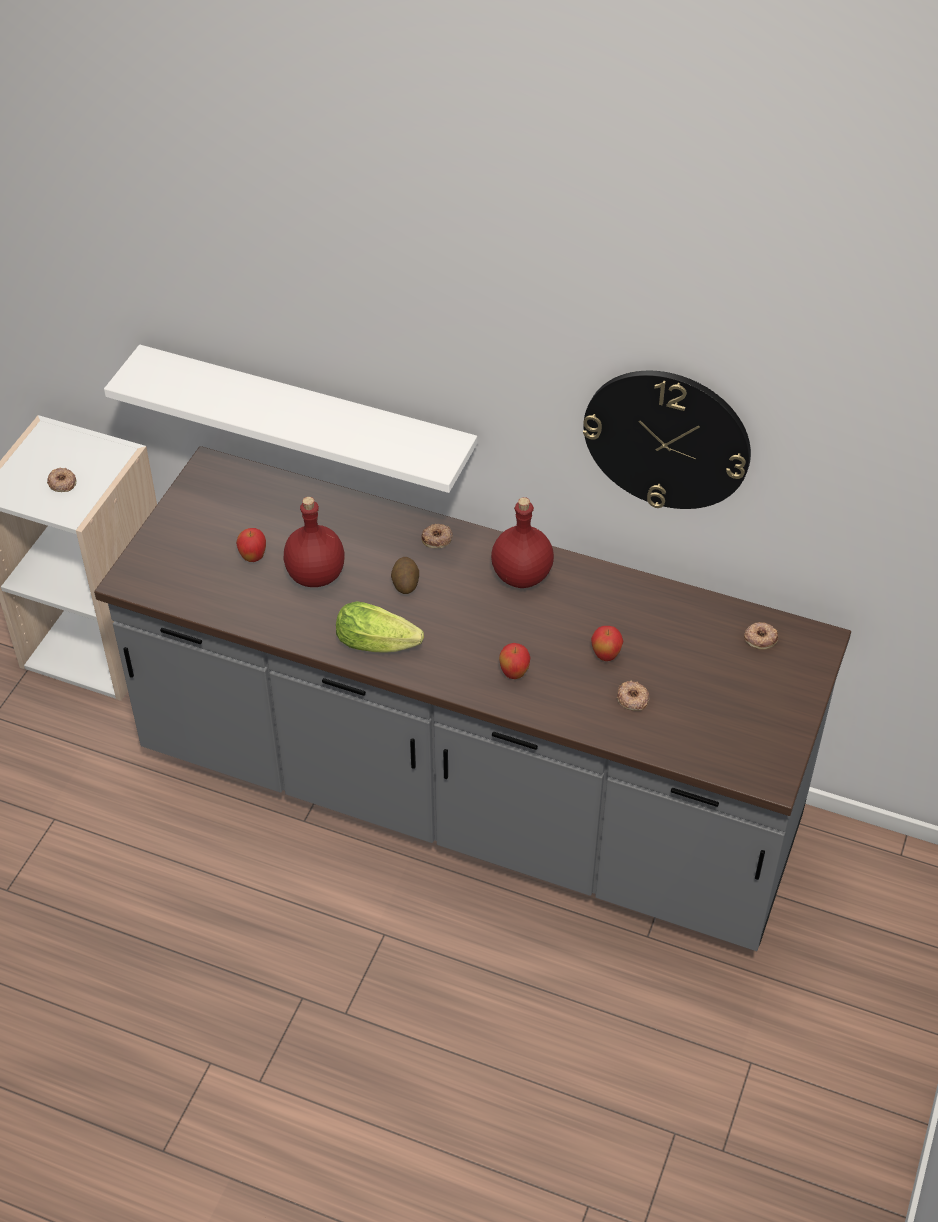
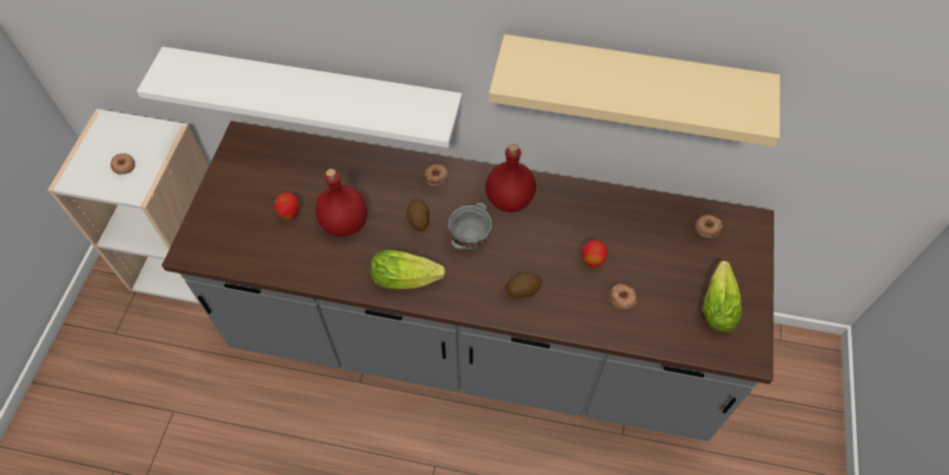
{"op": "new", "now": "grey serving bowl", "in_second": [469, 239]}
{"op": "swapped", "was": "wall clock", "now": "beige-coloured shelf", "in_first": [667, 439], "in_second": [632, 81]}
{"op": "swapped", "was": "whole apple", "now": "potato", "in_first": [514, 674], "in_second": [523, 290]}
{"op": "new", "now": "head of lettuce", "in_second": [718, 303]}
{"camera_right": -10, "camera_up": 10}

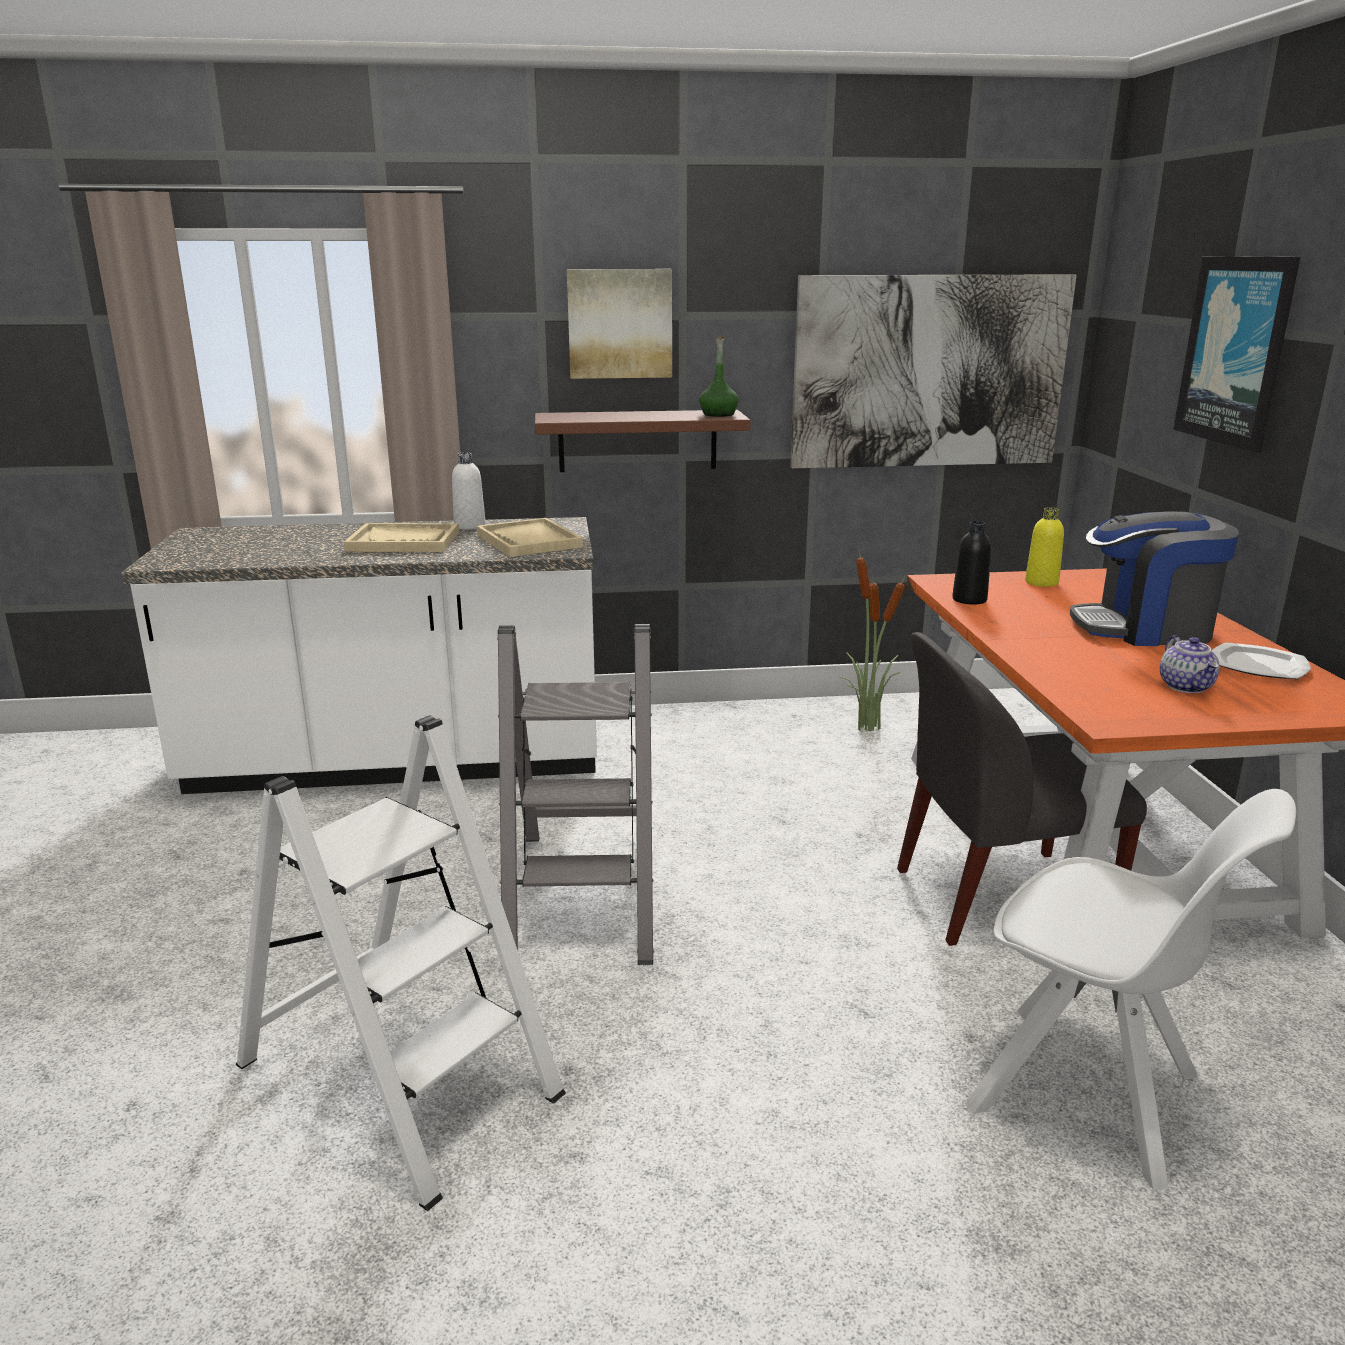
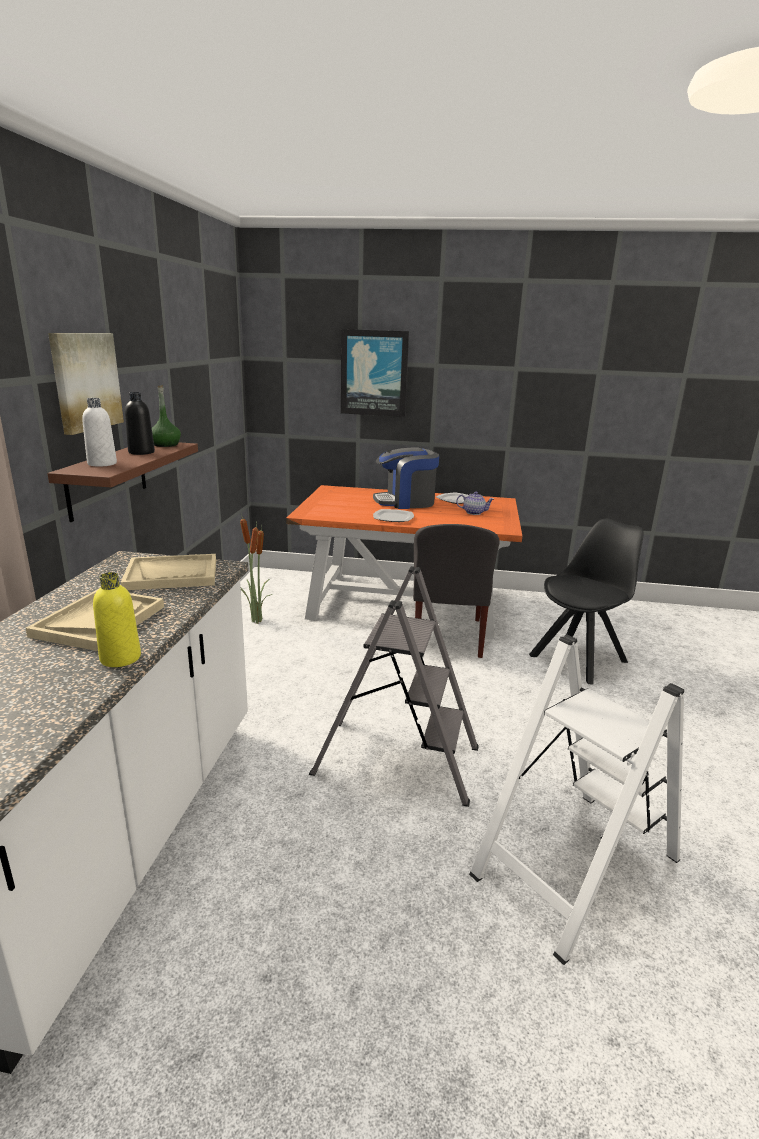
{"op": "shifted", "was": "white-coloured bottle", "in_first": [469, 526], "in_second": [102, 464]}
{"op": "shifted", "was": "yellow bottle", "in_first": [1041, 582], "in_second": [120, 658]}
{"op": "shifted", "was": "black-coloured bottle", "in_first": [969, 600], "in_second": [141, 452]}
{"op": "rotated", "was": "coffee maker", "in_first": [1145, 629], "in_second": [405, 502], "clockwise": 60}
{"op": "new", "now": "plate", "in_second": [393, 517]}
{"op": "repainted", "was": "white-coloured chair", "now": "black-coloured chair", "in_first": [1089, 1094], "in_second": [579, 658]}
{"op": "gone", "was": "wall picture", "in_first": [929, 372]}
{"camera_right": -75, "camera_up": 0}

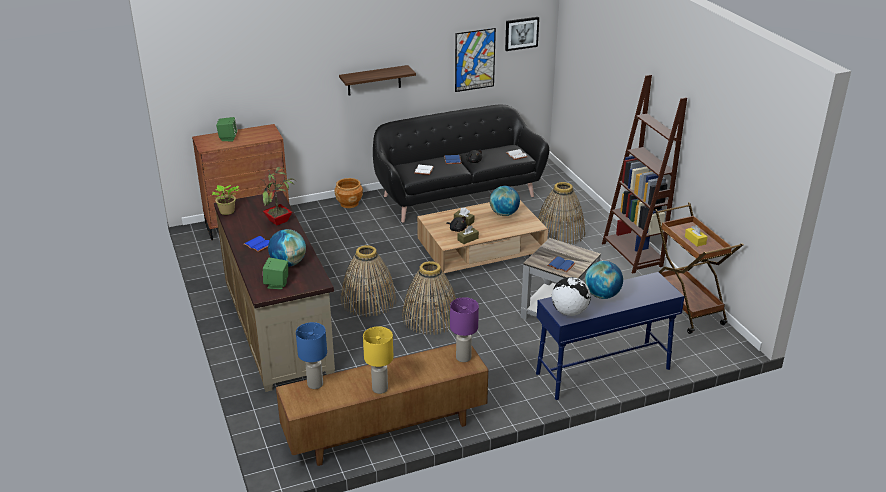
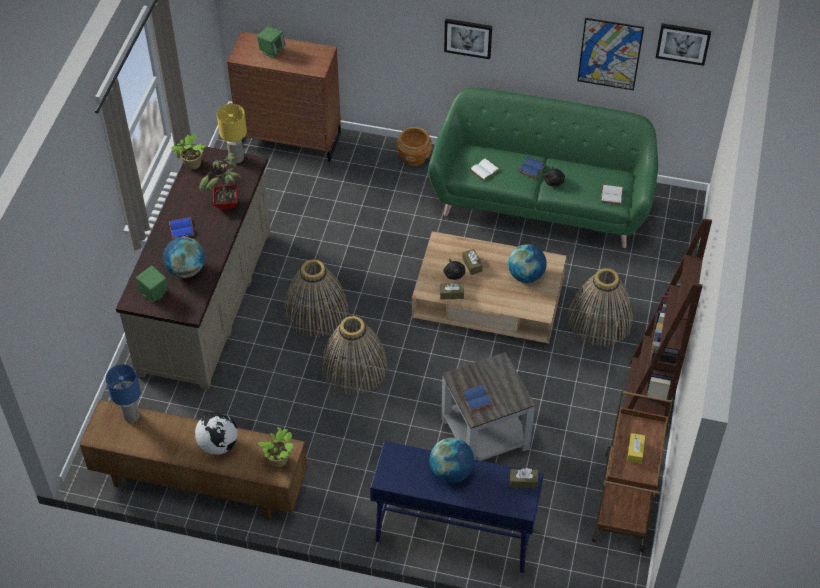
{"op": "shifted", "was": "world globe", "in_first": [569, 312], "in_second": [218, 444]}
{"op": "shifted", "was": "yellow lamp for a table", "in_first": [379, 388], "in_second": [236, 158]}
{"op": "swapped", "was": "purplish lamp for a table", "now": "plant in a pot", "in_first": [463, 358], "in_second": [279, 460]}
{"op": "repainted", "was": "black-coloured settee", "now": "green settee", "in_first": [457, 195], "in_second": [541, 202]}
{"op": "swapped", "was": "shelf", "now": "wall picture", "in_first": [374, 80], "in_second": [468, 37]}
{"op": "new", "now": "brown tissue holder", "in_second": [523, 481]}
{"camera_right": 35, "camera_up": 20}

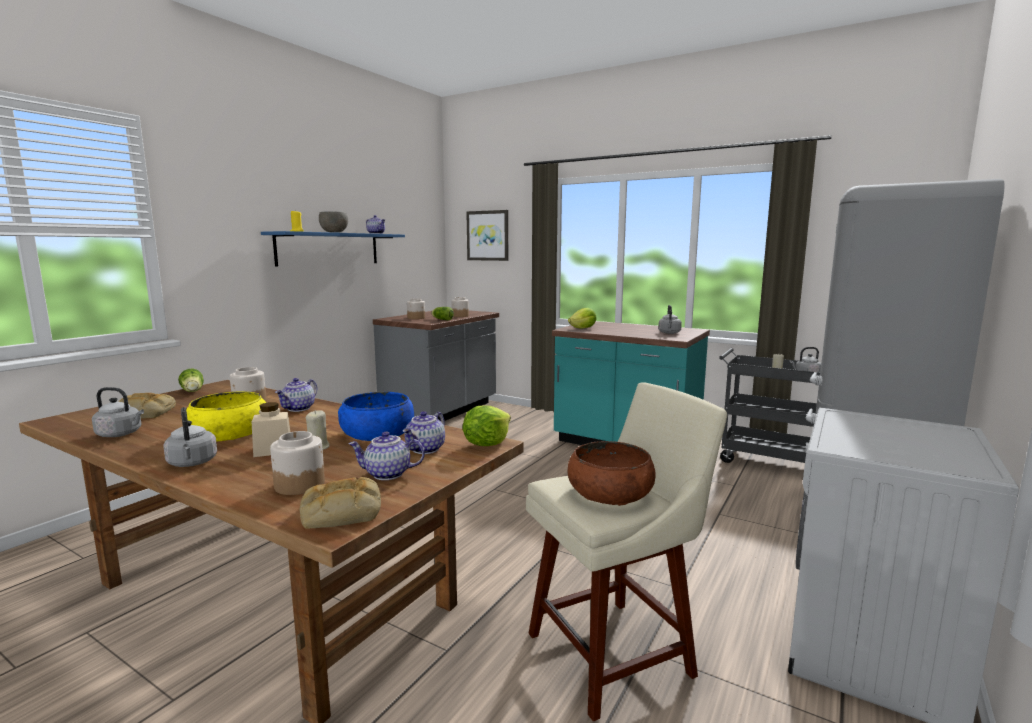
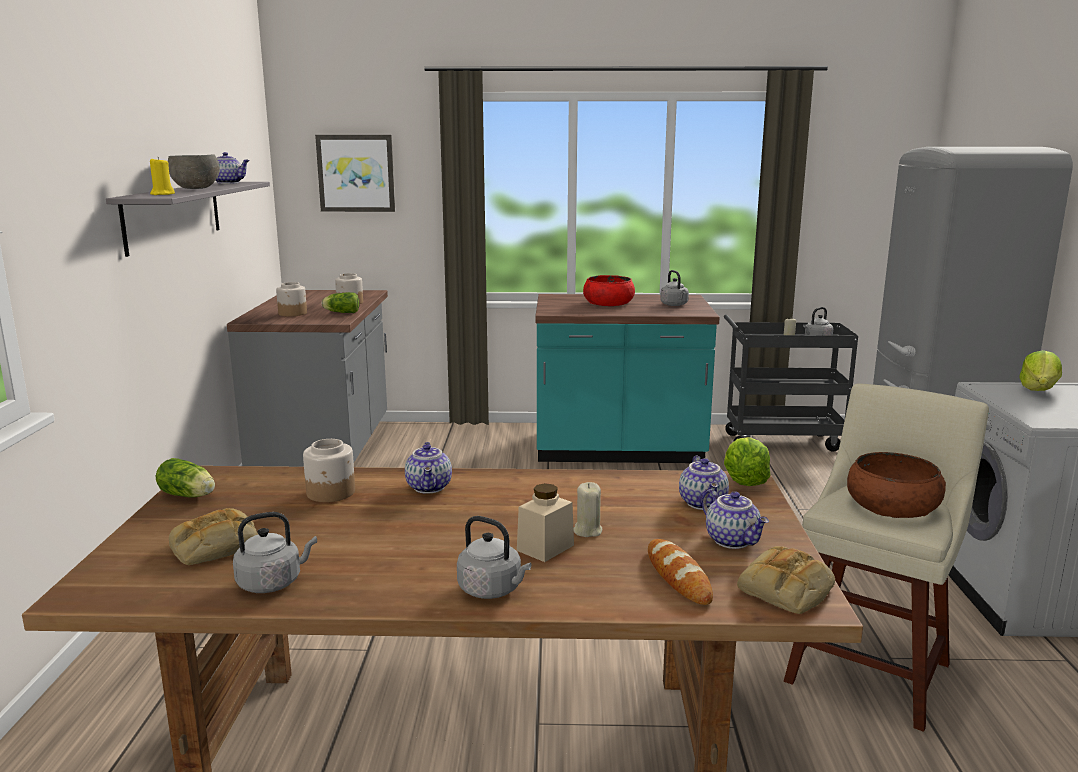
{"op": "repainted", "was": "blue-coloured shelf", "now": "grey shelf", "in_first": [329, 249], "in_second": [173, 215]}
{"op": "new", "now": "reddish serving bowl", "in_second": [608, 303]}
{"op": "swapped", "was": "preserve jar", "now": "baked bread", "in_first": [299, 485], "in_second": [678, 576]}
{"op": "rotated", "was": "tea pot", "in_first": [387, 474], "in_second": [733, 540], "clockwise": -90}
{"op": "shifted", "was": "head of lettuce", "in_first": [583, 328], "in_second": [1038, 390]}
{"op": "gone", "was": "yellow serving bowl", "in_first": [229, 433]}
{"op": "gone", "was": "blue-coloured serving bowl", "in_first": [377, 434]}
{"camera_right": -30, "camera_up": 5}

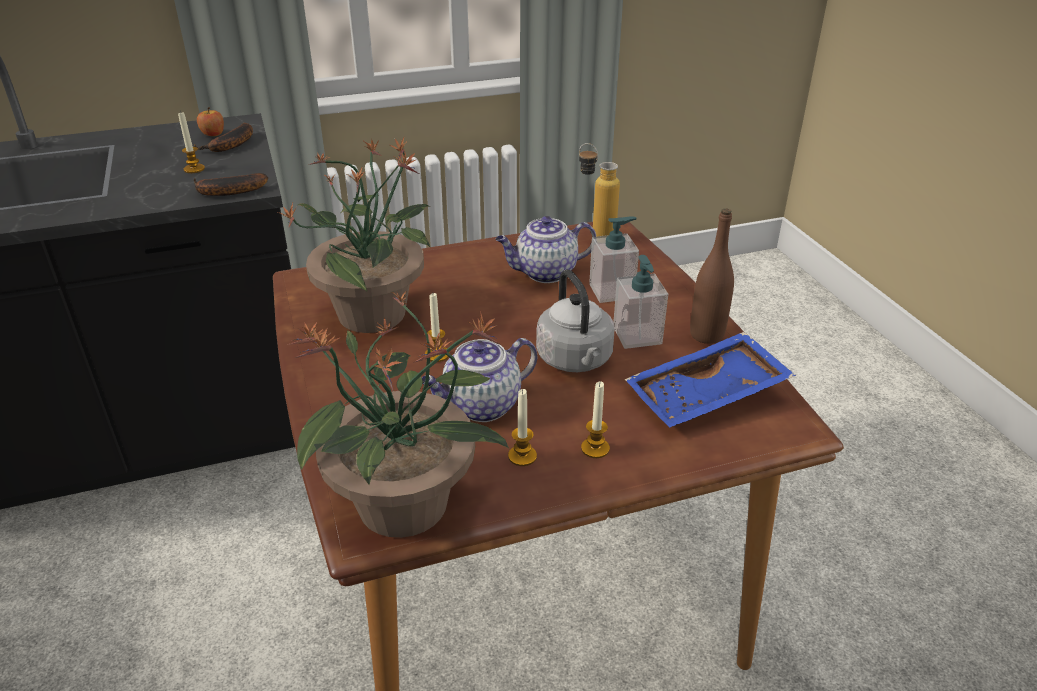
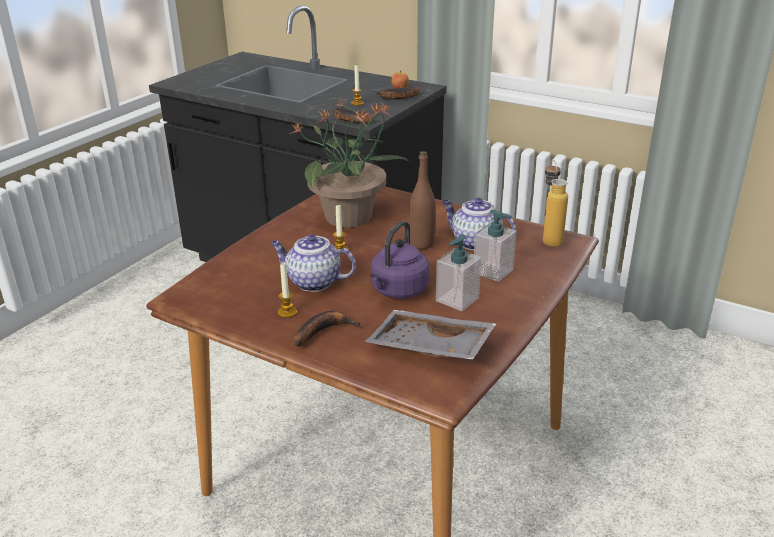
{"op": "swapped", "was": "candle", "now": "banana fruit", "in_first": [595, 448], "in_second": [323, 331]}
{"op": "repainted", "was": "blue-coloured tray", "now": "grey tray", "in_first": [707, 396], "in_second": [429, 348]}
{"op": "repainted", "was": "grey tea kettle", "now": "purplish tea kettle", "in_first": [576, 360], "in_second": [398, 291]}
{"op": "shifted", "was": "brown bottle", "in_first": [706, 335], "in_second": [422, 244]}
{"op": "gone", "was": "plant in a pot", "in_first": [406, 505]}
{"camera_right": 50, "camera_up": -5}

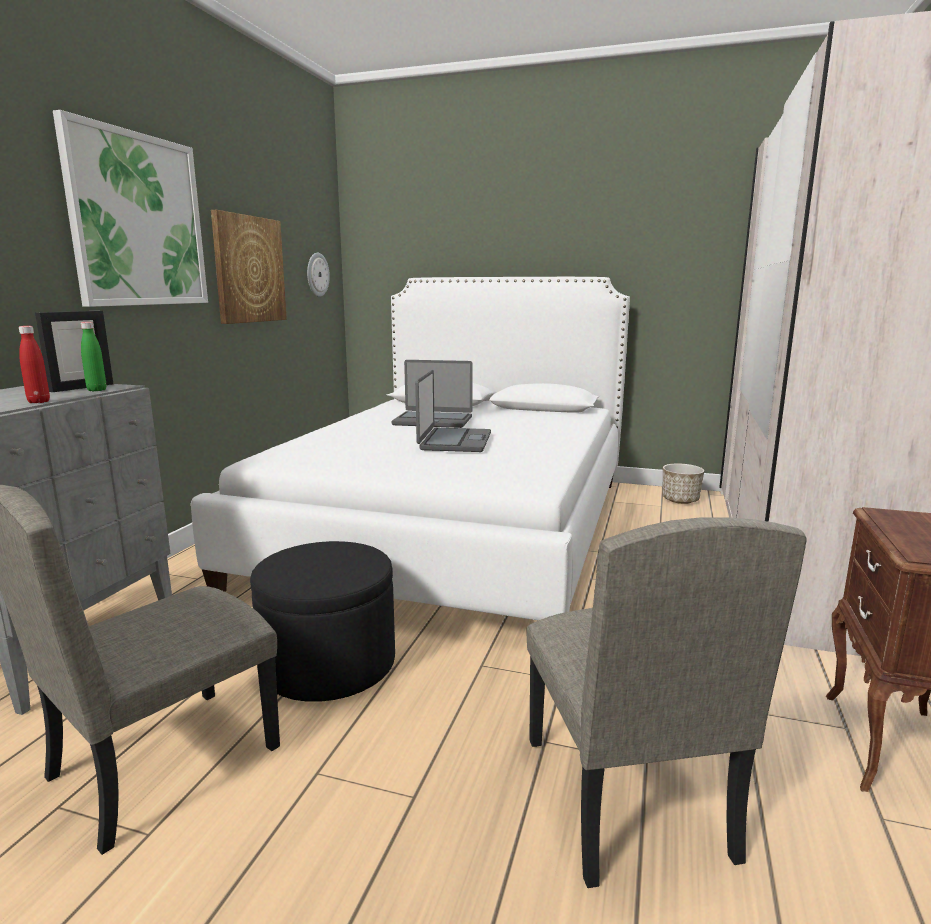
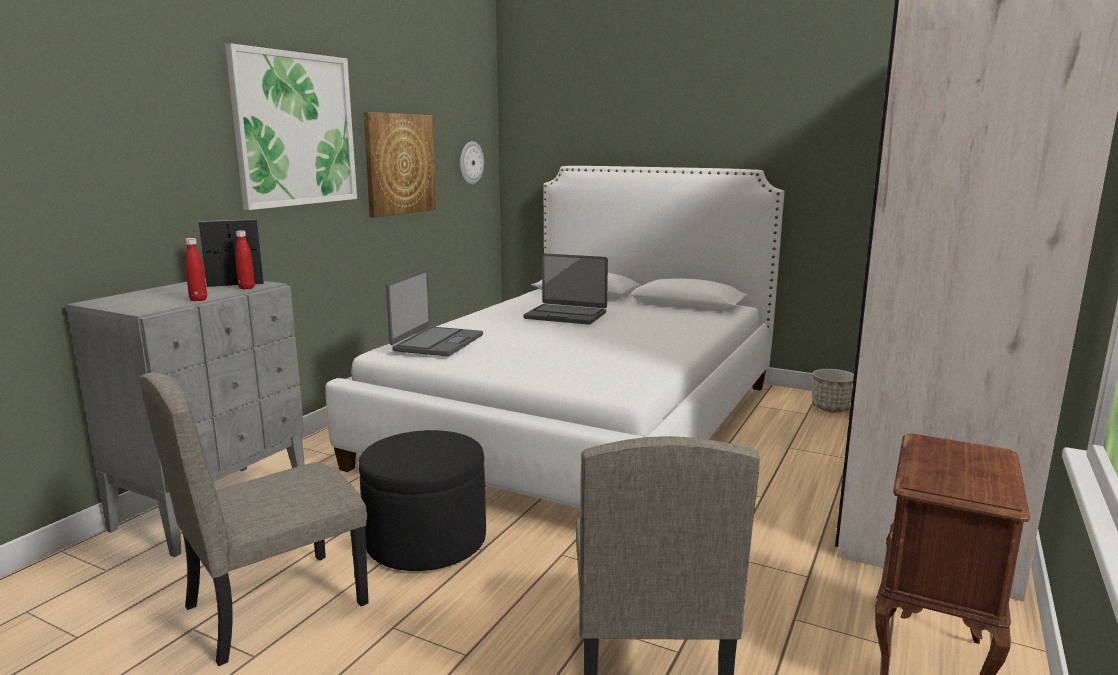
{"op": "rotated", "was": "photo frame", "in_first": [81, 387], "in_second": [235, 284], "clockwise": -150}
{"op": "repainted", "was": "green bottle", "now": "reddish bottle", "in_first": [97, 390], "in_second": [247, 288]}
{"op": "shifted", "was": "laptop", "in_first": [454, 441], "in_second": [437, 343]}
{"camera_right": 10, "camera_up": 0}

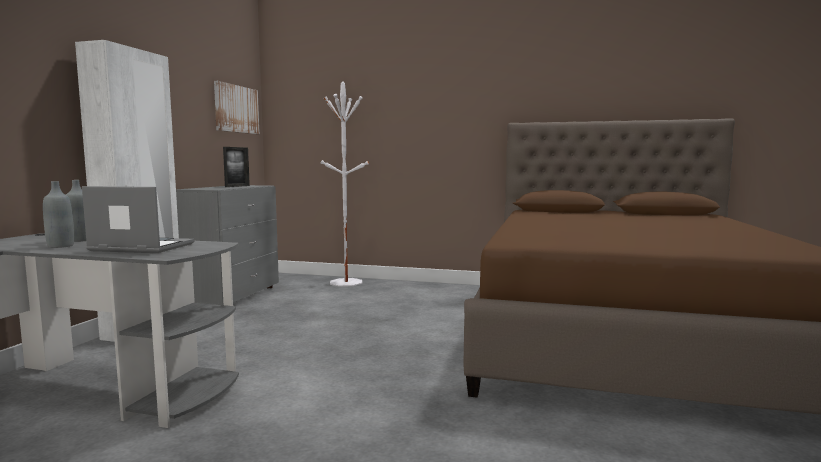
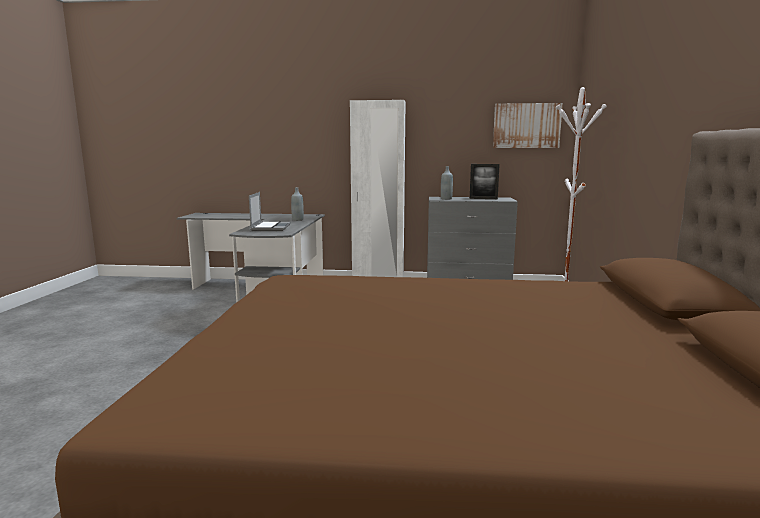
{"op": "shifted", "was": "grey bottle", "in_first": [60, 246], "in_second": [446, 199]}
{"camera_right": 80, "camera_up": 5}

